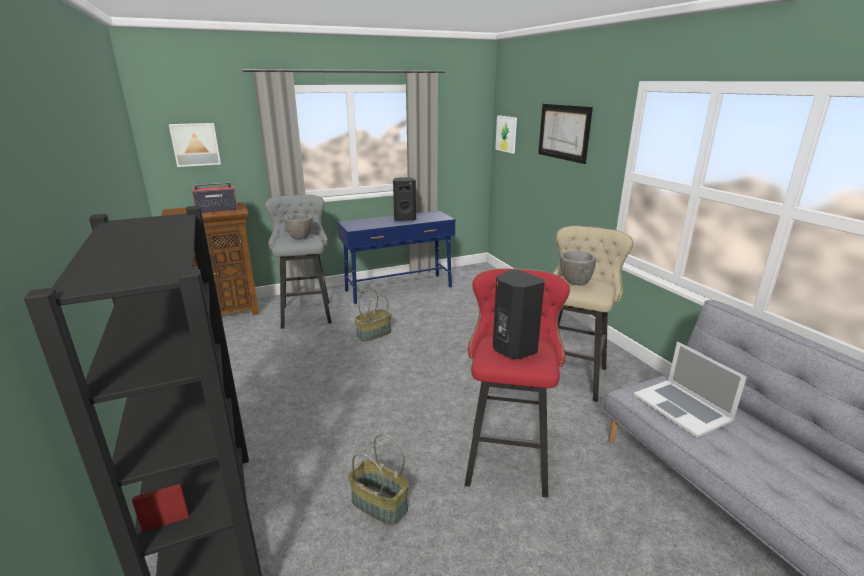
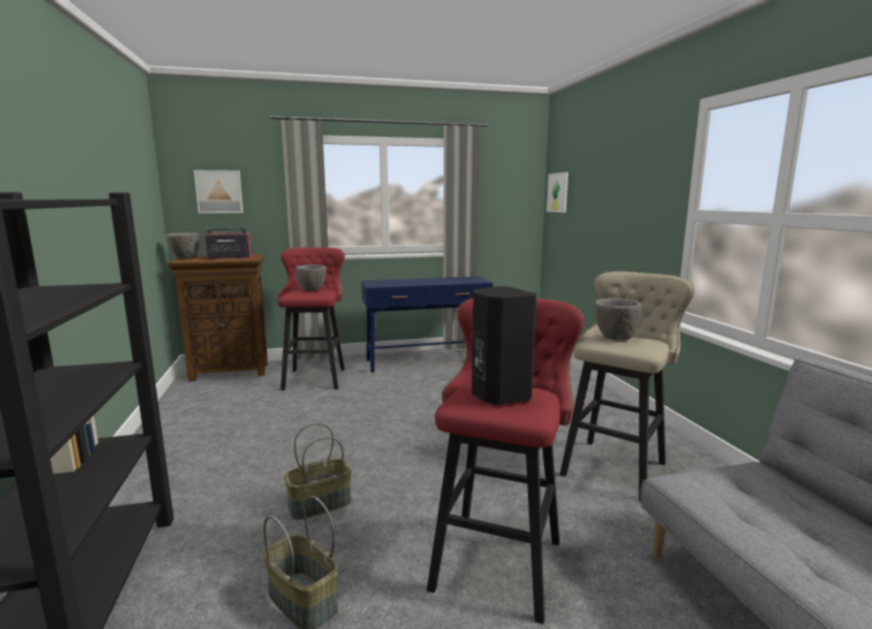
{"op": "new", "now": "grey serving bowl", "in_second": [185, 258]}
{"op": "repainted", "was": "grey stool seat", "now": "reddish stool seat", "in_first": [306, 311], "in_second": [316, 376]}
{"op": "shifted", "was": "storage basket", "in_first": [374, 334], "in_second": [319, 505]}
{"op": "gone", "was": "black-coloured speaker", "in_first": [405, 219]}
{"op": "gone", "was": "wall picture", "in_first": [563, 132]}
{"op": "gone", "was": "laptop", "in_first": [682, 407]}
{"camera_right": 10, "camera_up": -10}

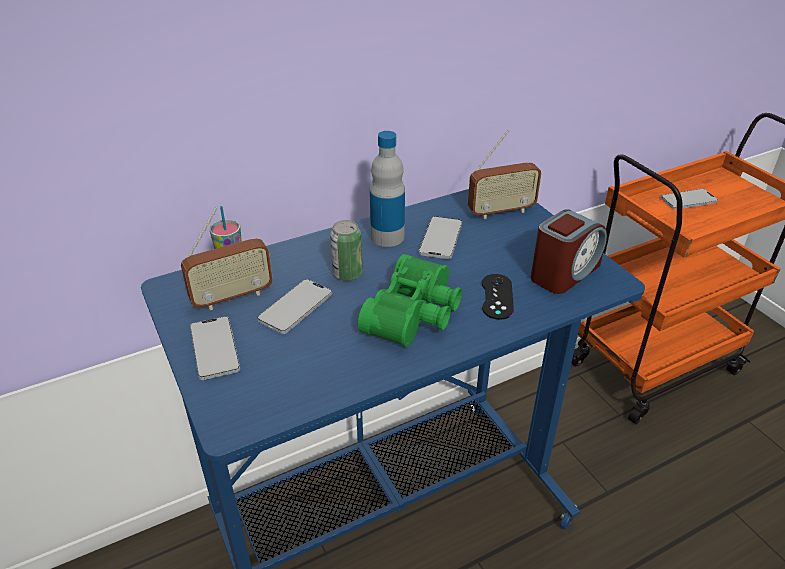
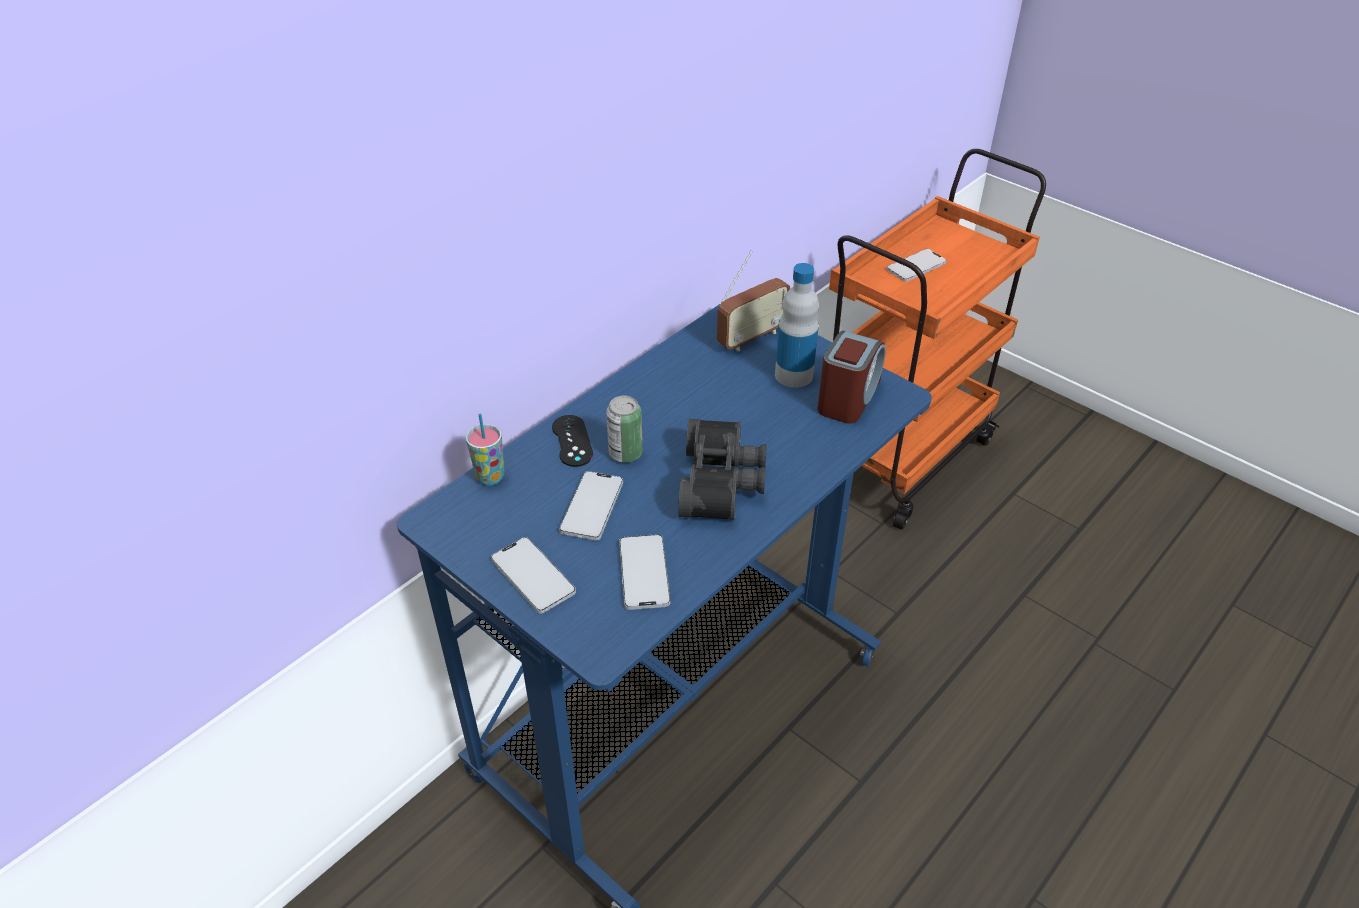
{"op": "shifted", "was": "black-coloured game controller", "in_first": [497, 296], "in_second": [572, 441]}
{"op": "shifted", "was": "phone", "in_first": [441, 239], "in_second": [644, 573]}
{"op": "repainted", "was": "green pair of binoculars", "now": "black-coloured pair of binoculars", "in_first": [416, 314], "in_second": [723, 482]}
{"op": "shifted", "was": "bottle", "in_first": [387, 237], "in_second": [793, 375]}
{"op": "gone", "was": "radio", "in_first": [232, 297]}
{"camera_right": -20, "camera_up": 5}

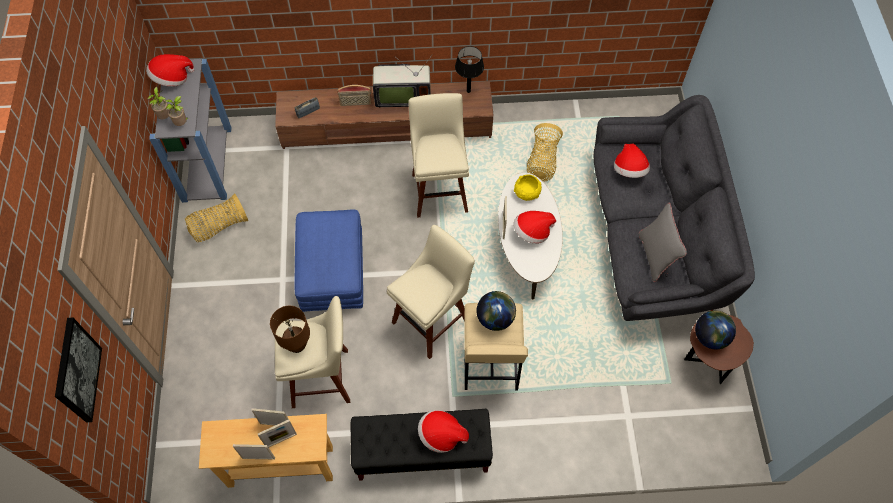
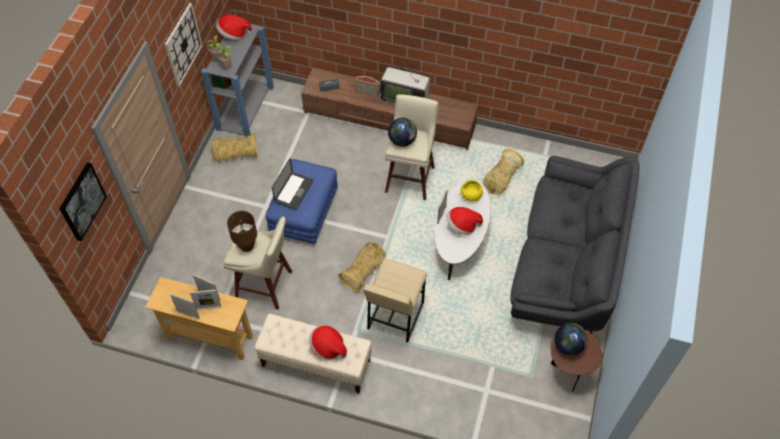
{"op": "new", "now": "wall clock", "in_second": [183, 44]}
{"op": "repainted", "was": "black-coloured bench", "now": "beige-coloured bench", "in_first": [422, 453], "in_second": [316, 363]}
{"op": "new", "now": "laptop", "in_second": [294, 191]}
{"op": "swapped", "was": "beige-coloured stool seat", "now": "storage basket", "in_first": [432, 321], "in_second": [364, 271]}
{"op": "shifted", "was": "world globe", "in_first": [495, 318], "in_second": [402, 141]}
{"op": "gone", "was": "black-coloured lamp for a table", "in_first": [468, 91]}
{"op": "gone", "was": "hat", "in_first": [629, 170]}
{"op": "gone", "was": "grey cushion", "in_first": [655, 256]}
{"camera_right": 20, "camera_up": -5}

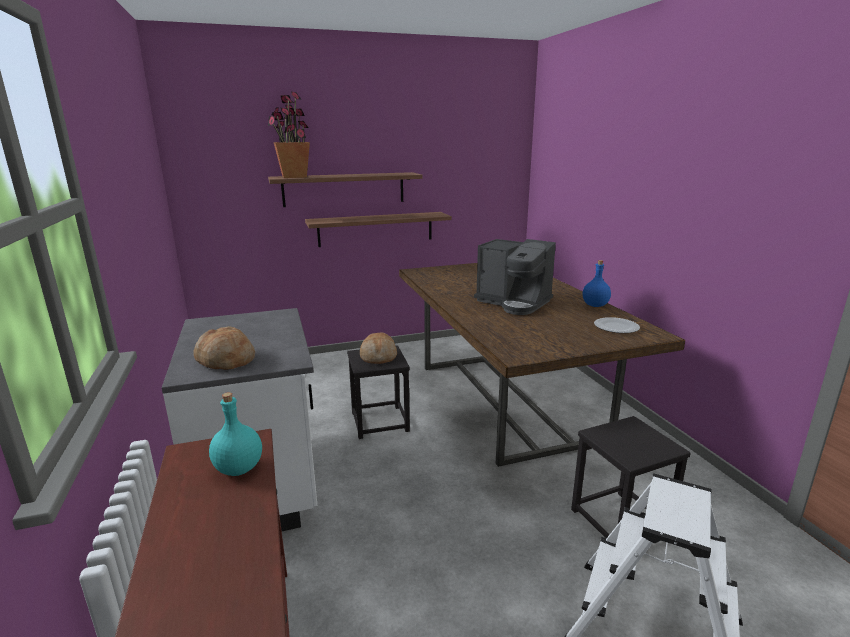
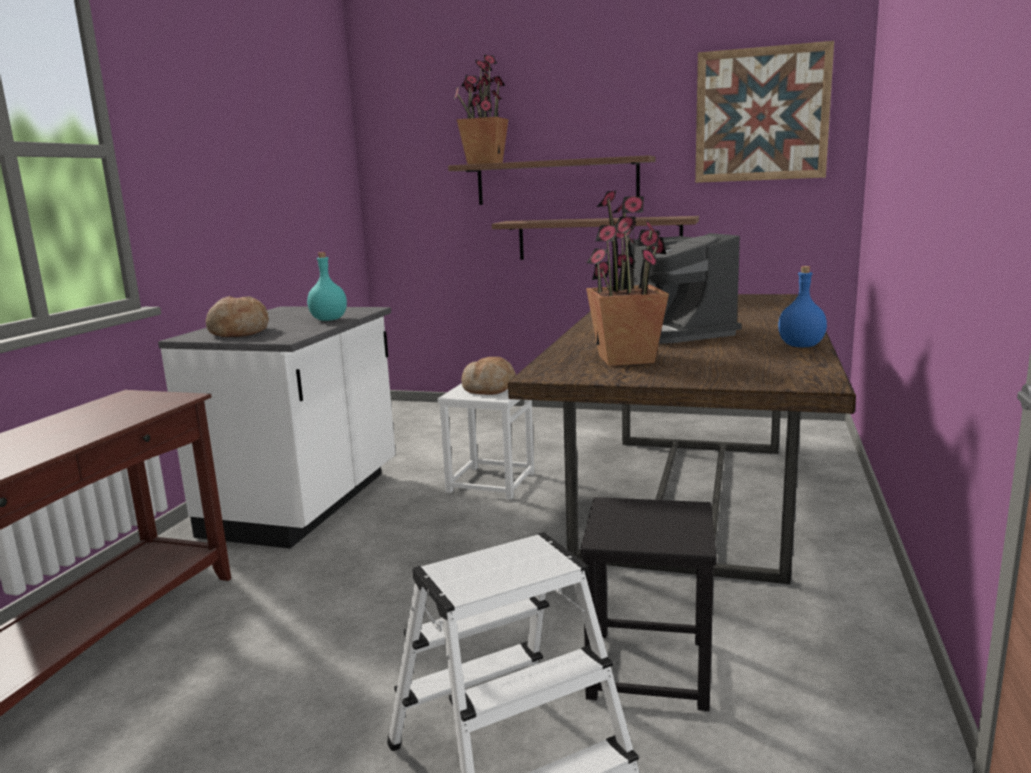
{"op": "shifted", "was": "turquoise bottle", "in_first": [238, 469], "in_second": [328, 320]}
{"op": "repainted", "was": "black-coloured stool seat", "now": "white-coloured stool seat", "in_first": [379, 422], "in_second": [490, 482]}
{"op": "new", "now": "plant in a pot", "in_second": [626, 359]}
{"op": "new", "now": "wall picture", "in_second": [761, 115]}
{"op": "gone", "was": "plate", "in_first": [616, 327]}
{"camera_right": 35, "camera_up": -5}

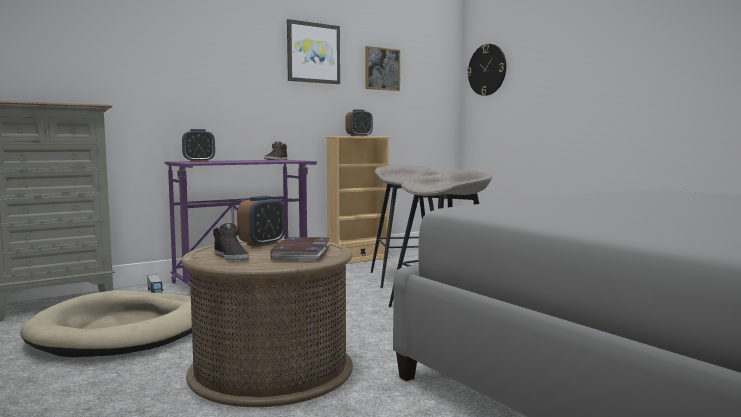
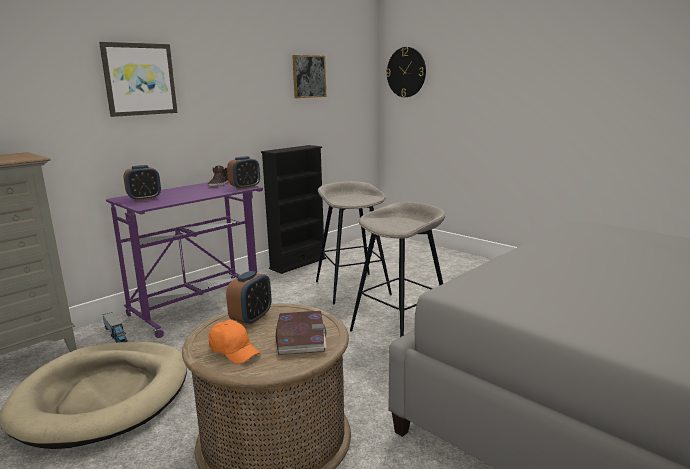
{"op": "shifted", "was": "wall picture", "in_first": [313, 53], "in_second": [139, 79]}
{"op": "swapped", "was": "black-coloured low shoe", "now": "orangey peaked cap", "in_first": [231, 257], "in_second": [234, 351]}
{"op": "shifted", "was": "bedside clock", "in_first": [359, 136], "in_second": [245, 187]}
{"op": "repainted", "was": "beige-coloured shelving unit", "now": "black-coloured shelving unit", "in_first": [358, 259], "in_second": [298, 263]}
{"camera_right": -10, "camera_up": 10}

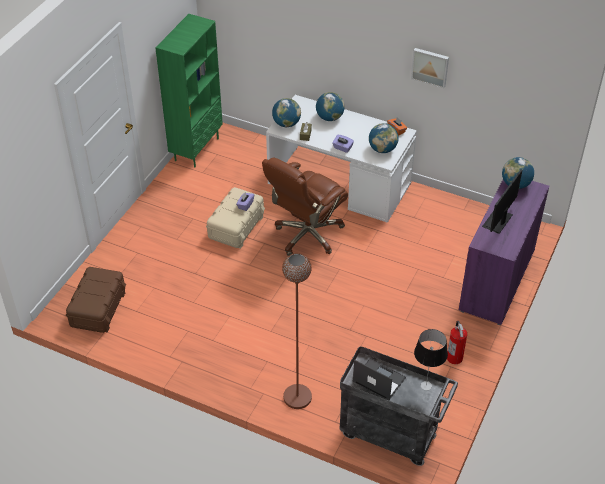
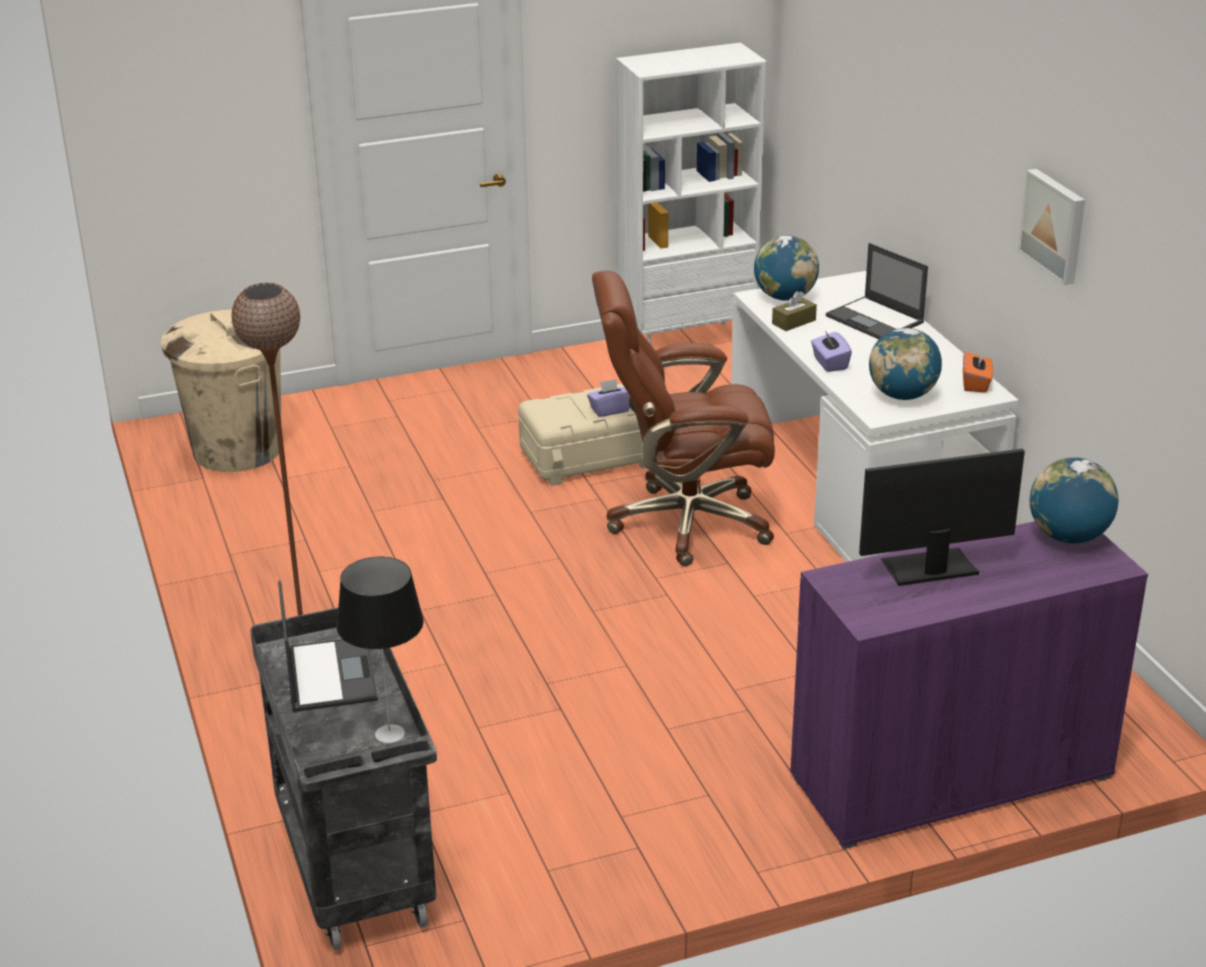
{"op": "swapped", "was": "brown storage bin", "now": "beige-coloured waste bin", "in_first": [98, 309], "in_second": [237, 449]}
{"op": "repainted", "was": "green shelving unit", "now": "white-coloured shelving unit", "in_first": [196, 149], "in_second": [687, 340]}
{"op": "swapped", "was": "world globe", "now": "laptop", "in_first": [329, 118], "in_second": [875, 319]}
{"op": "gone", "was": "fire-fighting cylinder", "in_first": [455, 357]}
{"camera_right": 45, "camera_up": -15}

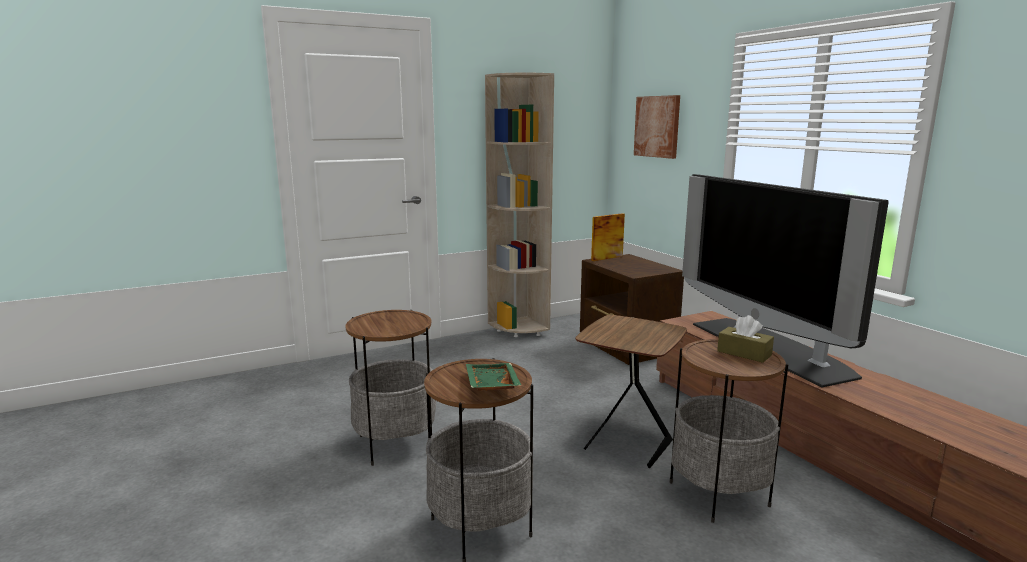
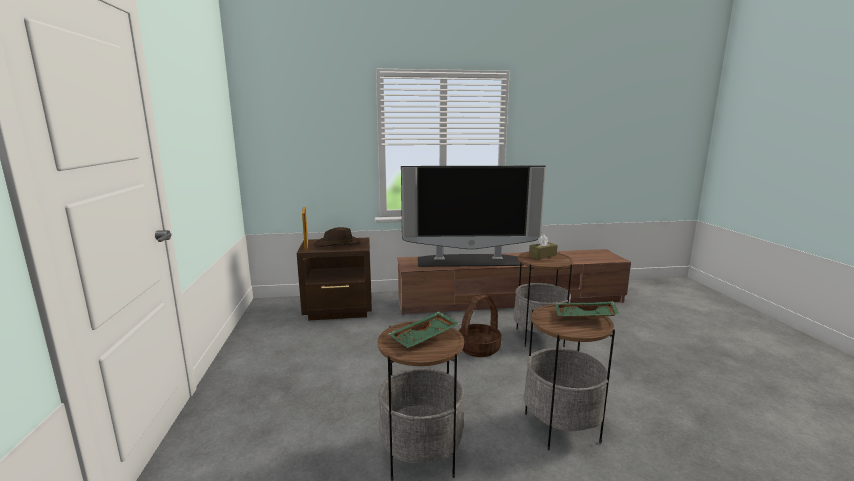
{"op": "new", "now": "brown hat", "in_second": [337, 244]}
{"op": "new", "now": "green tray", "in_second": [425, 338]}
{"op": "swapped", "was": "brown end table", "now": "storage basket", "in_first": [627, 446], "in_second": [478, 348]}
{"op": "gone", "was": "beige-coloured shelving unit", "in_first": [519, 332]}
{"op": "gone", "was": "wall picture", "in_first": [657, 126]}
{"camera_right": -70, "camera_up": 0}

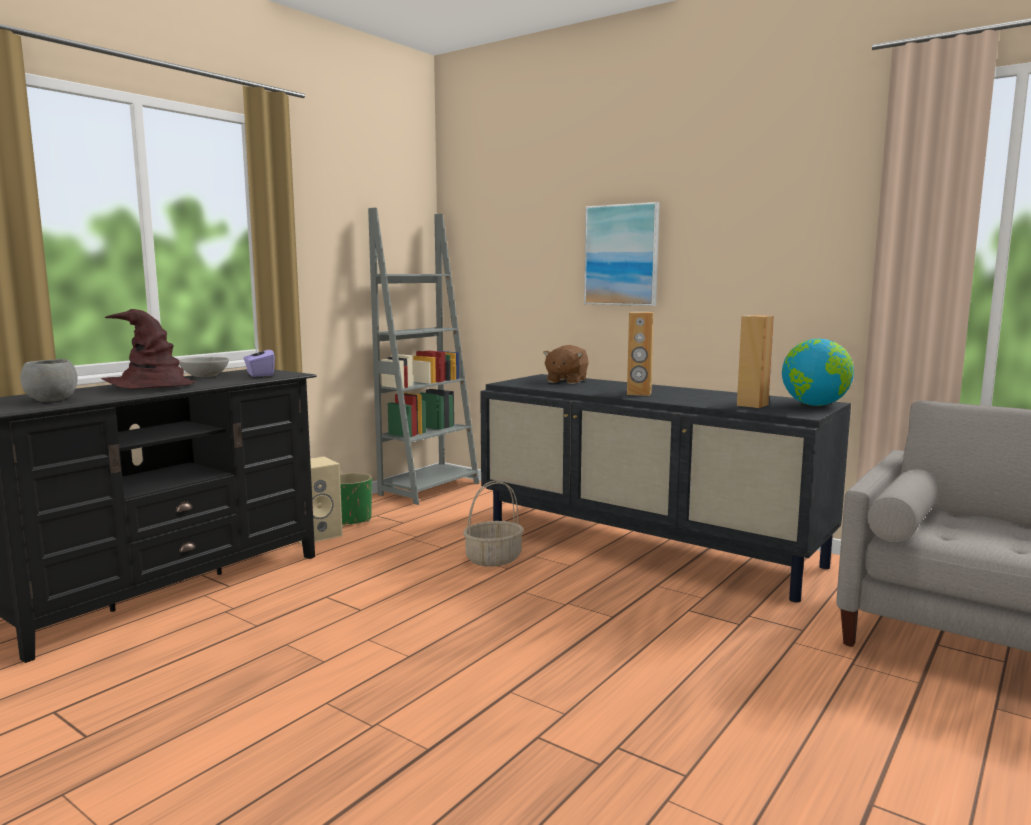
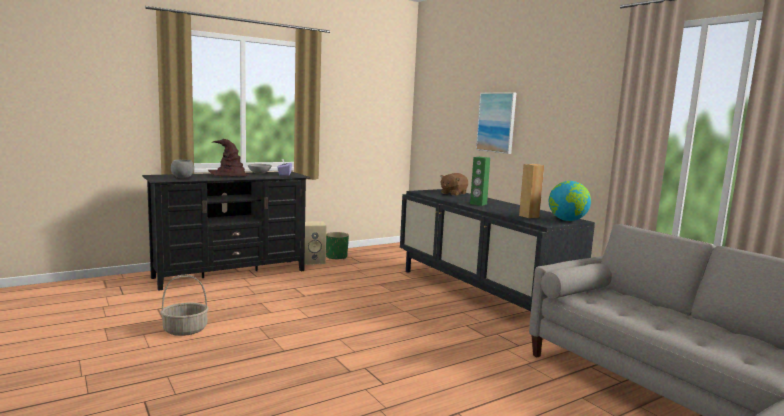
{"op": "shifted", "was": "storage basket", "in_first": [494, 559], "in_second": [185, 330]}
{"op": "repainted", "was": "brown speaker", "now": "green speaker", "in_first": [639, 393], "in_second": [478, 204]}
{"op": "gone", "was": "grey shelving unit", "in_first": [429, 489]}
{"camera_right": 20, "camera_up": 0}

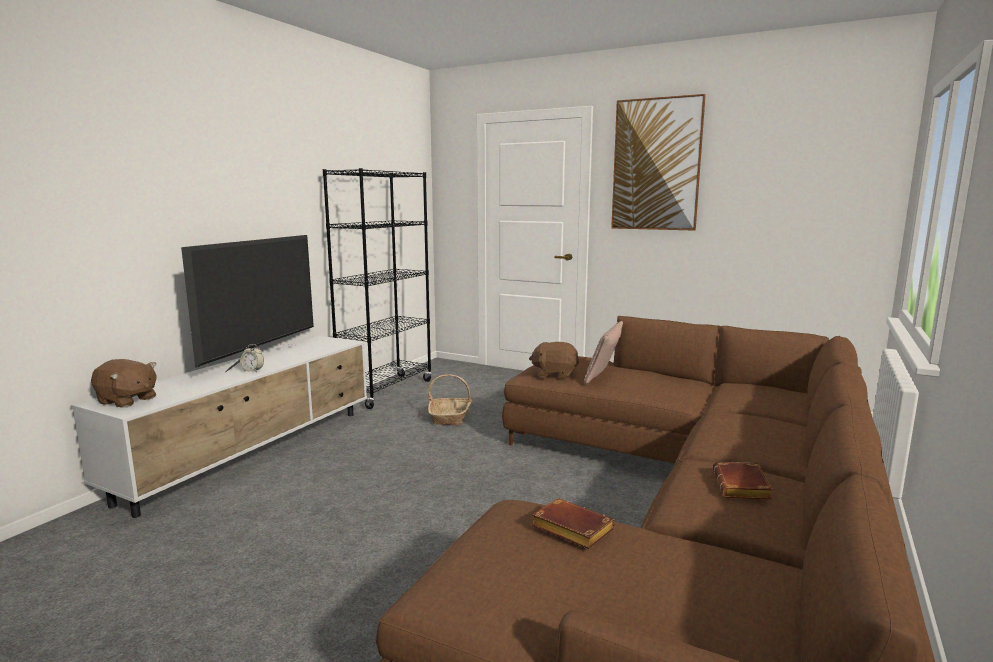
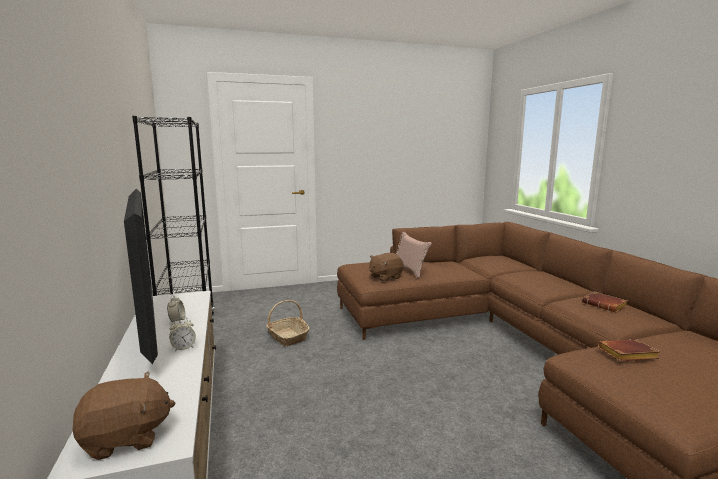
{"op": "new", "now": "bedside clock", "in_second": [177, 321]}
{"op": "gone", "was": "wall picture", "in_first": [656, 165]}
{"camera_right": -45, "camera_up": 0}

